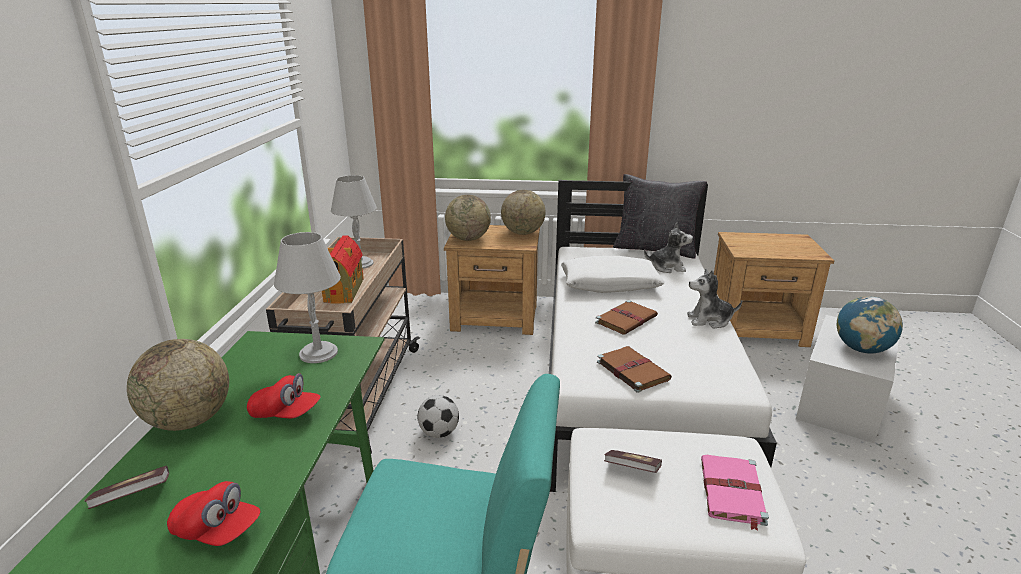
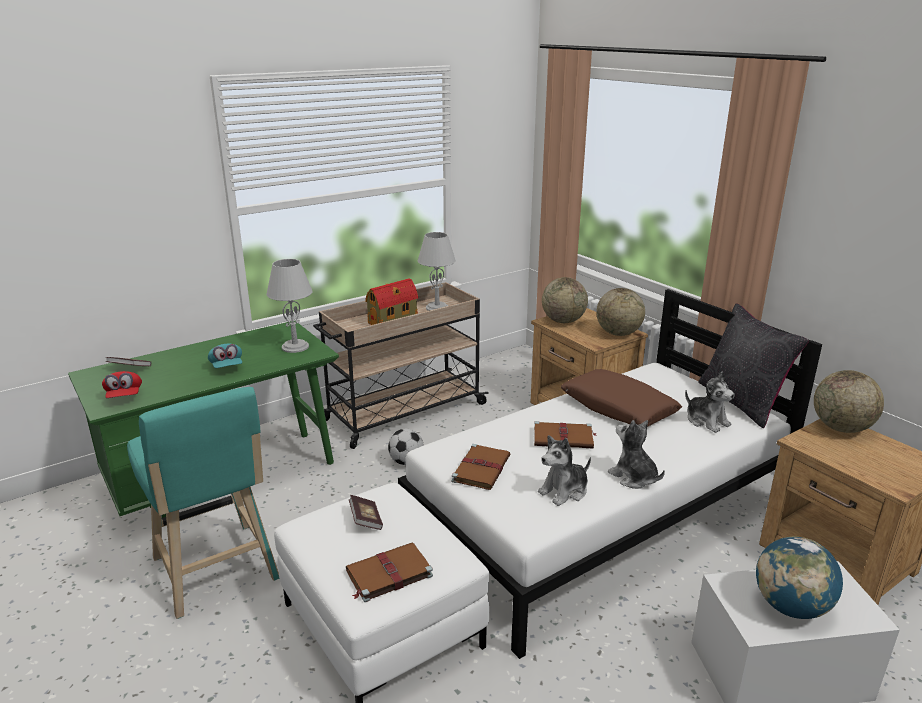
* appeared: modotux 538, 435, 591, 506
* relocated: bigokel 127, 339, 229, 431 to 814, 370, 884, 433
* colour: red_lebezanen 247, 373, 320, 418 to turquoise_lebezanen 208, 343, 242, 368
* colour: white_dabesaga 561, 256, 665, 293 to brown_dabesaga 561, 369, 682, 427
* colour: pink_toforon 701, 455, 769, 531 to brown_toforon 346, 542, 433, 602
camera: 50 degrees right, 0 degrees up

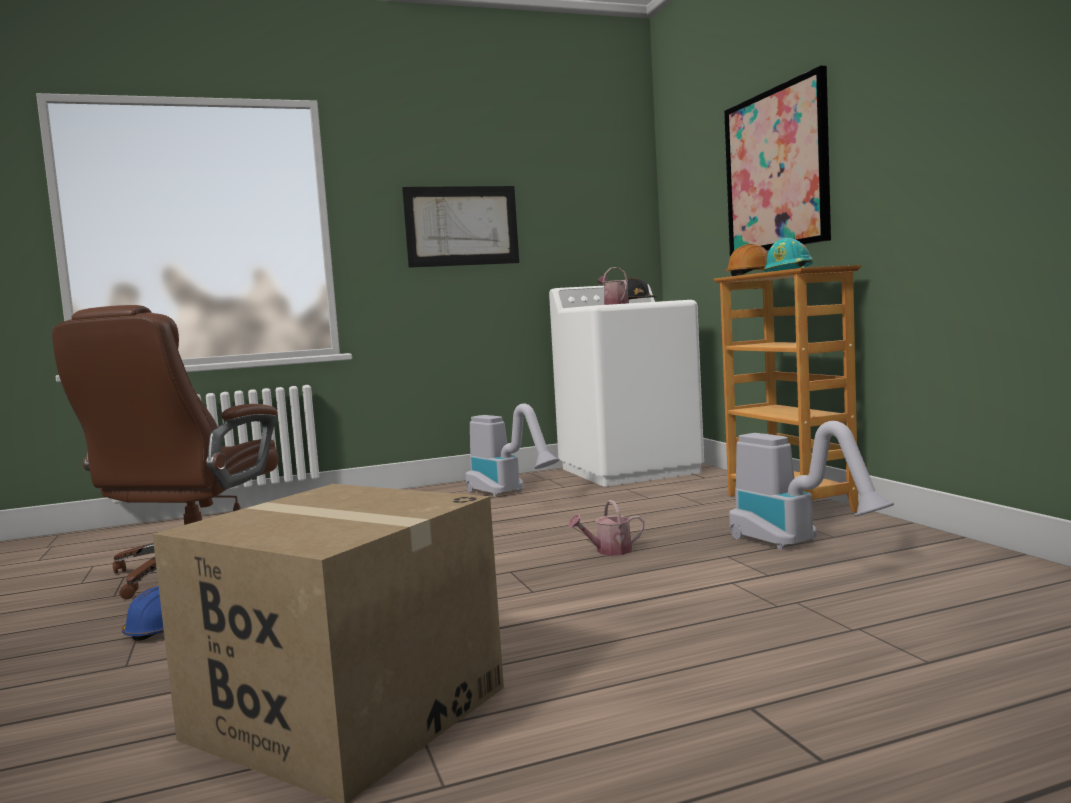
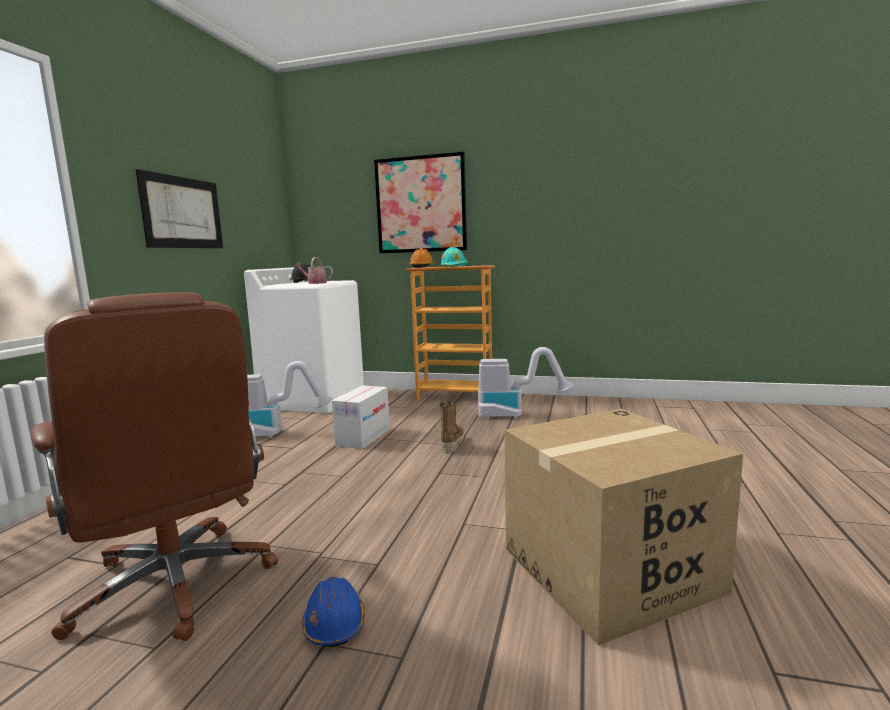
* appeared: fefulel 332, 386, 390, 449
* exchanged: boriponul 568, 500, 644, 556 to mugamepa 440, 402, 464, 454
camera: 55 degrees left, 5 degrees up

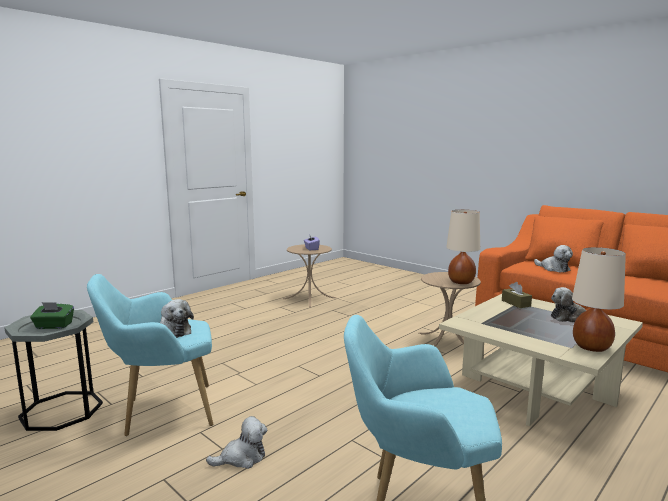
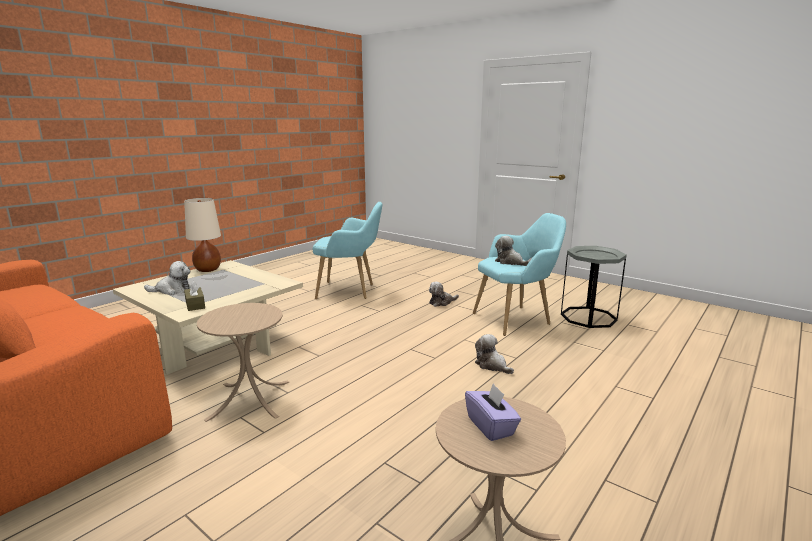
* missing: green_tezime 30, 302, 74, 329
* missing: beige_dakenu 446, 210, 480, 284
* relocated: modotux 534, 245, 573, 272 to 475, 334, 514, 374
camera: 175 degrees right, 5 degrees up

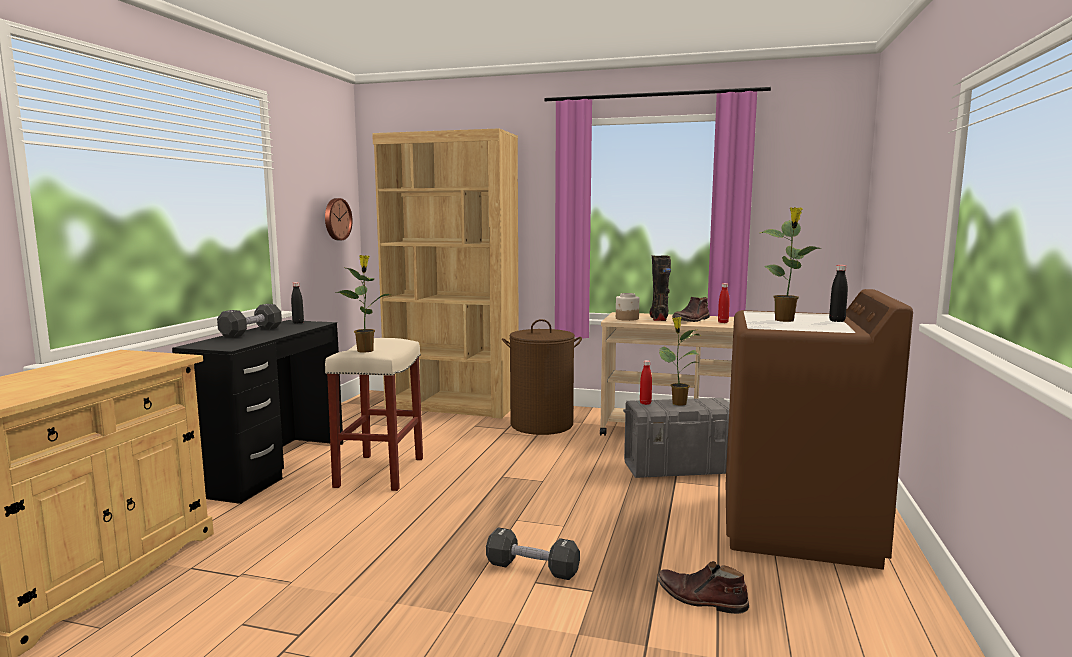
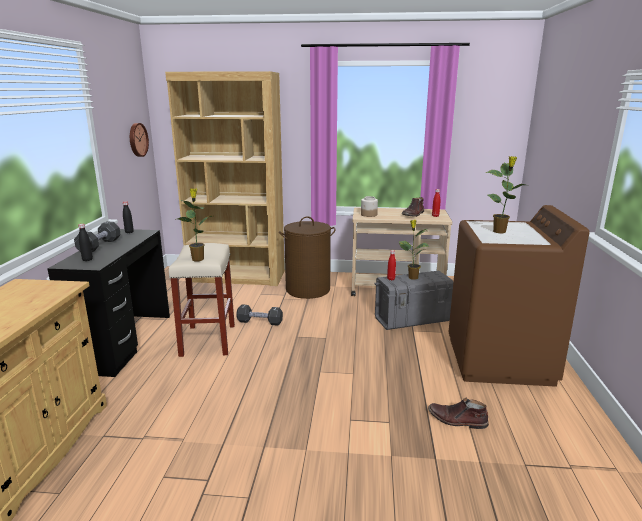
* missing: black_mugamepa 650, 255, 671, 321
* relocated: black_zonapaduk 486, 527, 580, 580 to 236, 304, 283, 326
* relocated: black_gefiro 829, 265, 848, 322 to 78, 224, 93, 261
camera: 10 degrees left, 10 degrees up

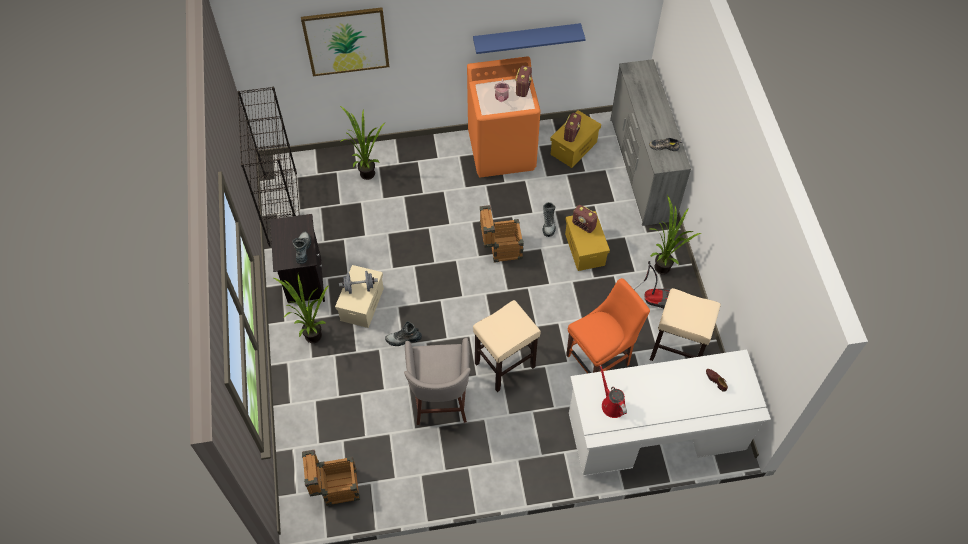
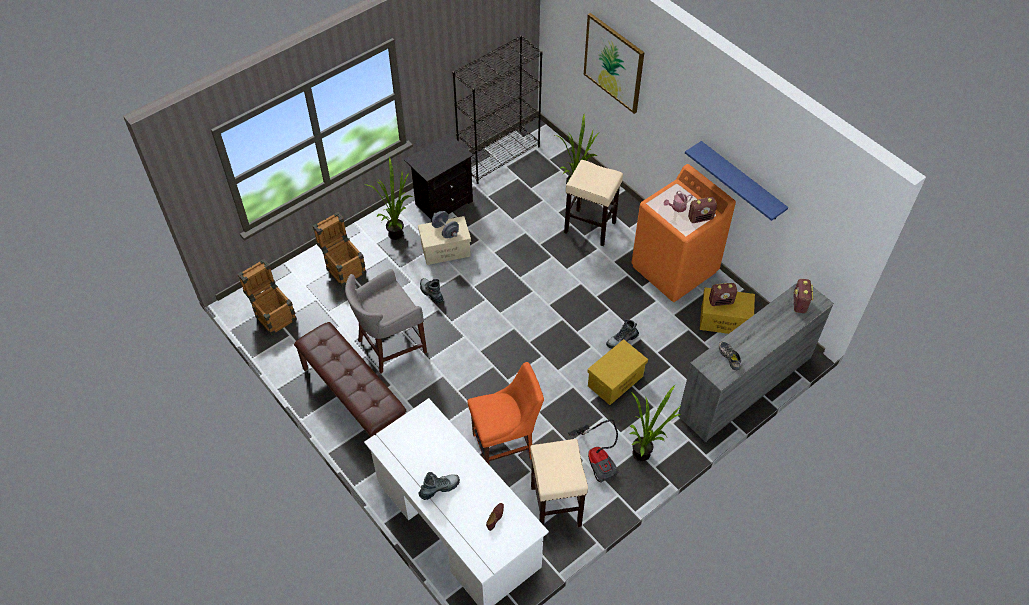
* missing: red_boriponul 599, 365, 627, 418
* appeared: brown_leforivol 294, 322, 406, 438
* relocated: mugamepa 292, 231, 311, 264 to 418, 472, 460, 500
* relocated: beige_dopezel 473, 300, 541, 392 to 564, 160, 623, 246
* relocated: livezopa 480, 205, 524, 263 to 313, 212, 366, 287
* relocated: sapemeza 572, 205, 598, 233 to 793, 279, 813, 313
* spun: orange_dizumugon 566, 278, 650, 374 = 467, 362, 544, 464 45 degrees counterclockwise
camera: 60 degrees right, 5 degrees down

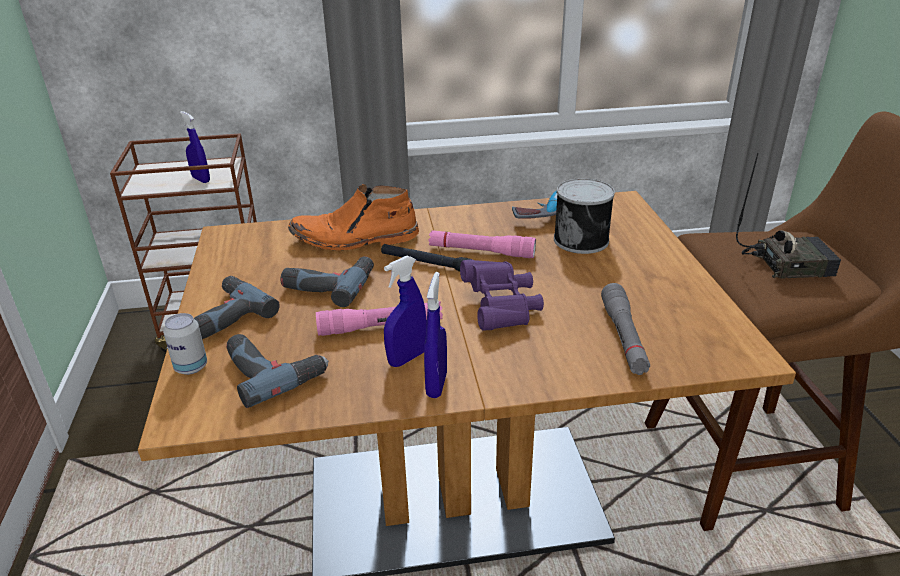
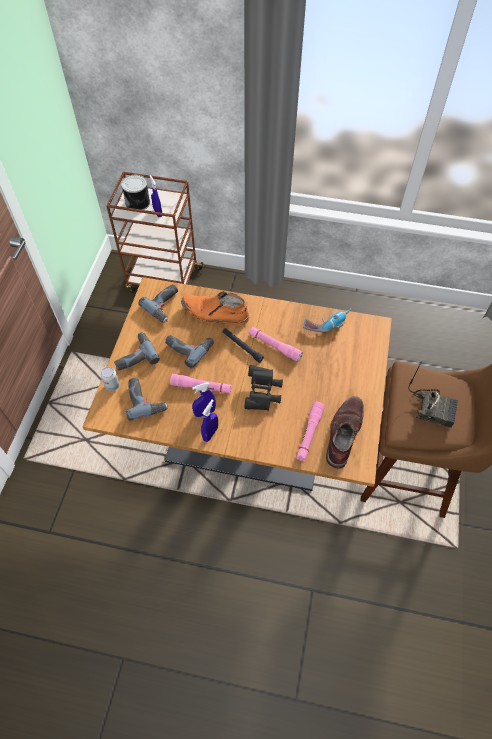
* appeared: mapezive 138, 284, 178, 323
* appeared: brown_mugamepa 326, 396, 364, 469
* relocated: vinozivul 554, 178, 615, 254 to 121, 175, 150, 212
* colour: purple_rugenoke 460, 259, 544, 330 to black_rugenoke 244, 365, 283, 411
* colour: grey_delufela 601, 283, 650, 375 to pink_delufela 296, 402, 325, 461
camera: 20 degrees right, 25 degrees up

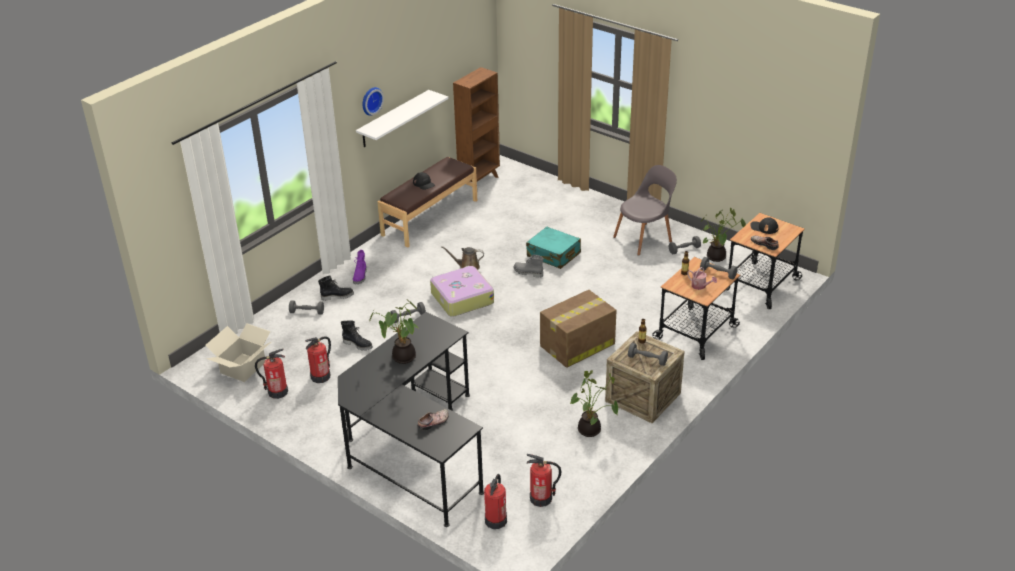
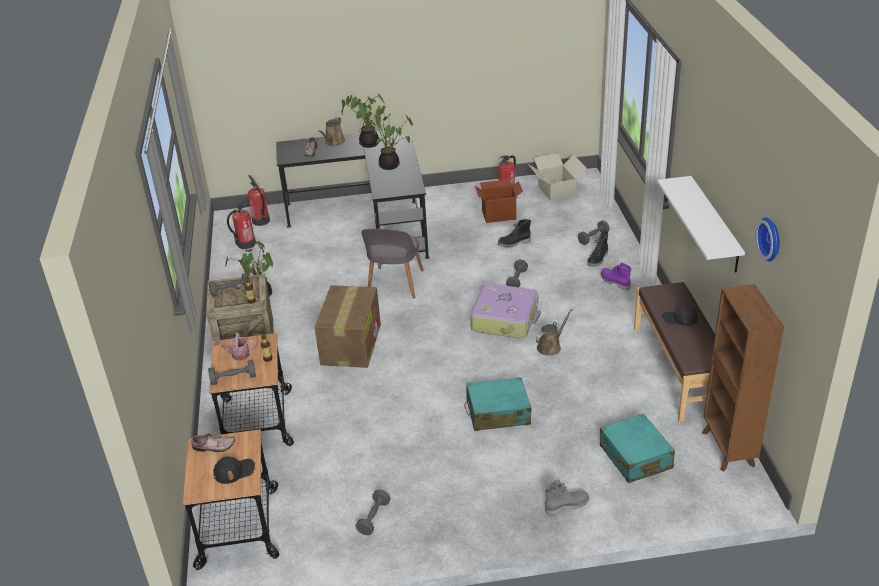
* appeared: brown_boriponul 318, 117, 345, 146
* appeared: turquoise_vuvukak 600, 414, 675, 483
* relocated: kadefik 363, 87, 384, 116 to 755, 217, 780, 262
* relocated: grey_mugamepa 513, 255, 544, 278 to 545, 479, 589, 515
* relocated: grey_dizumugon 613, 165, 677, 256 to 361, 229, 424, 299
* relocated: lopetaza 701, 208, 746, 262 to 341, 93, 385, 148
* exchanged: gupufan 305, 336, 331, 383 to fefulel 475, 179, 523, 223
camera: 135 degrees right, 0 degrees up

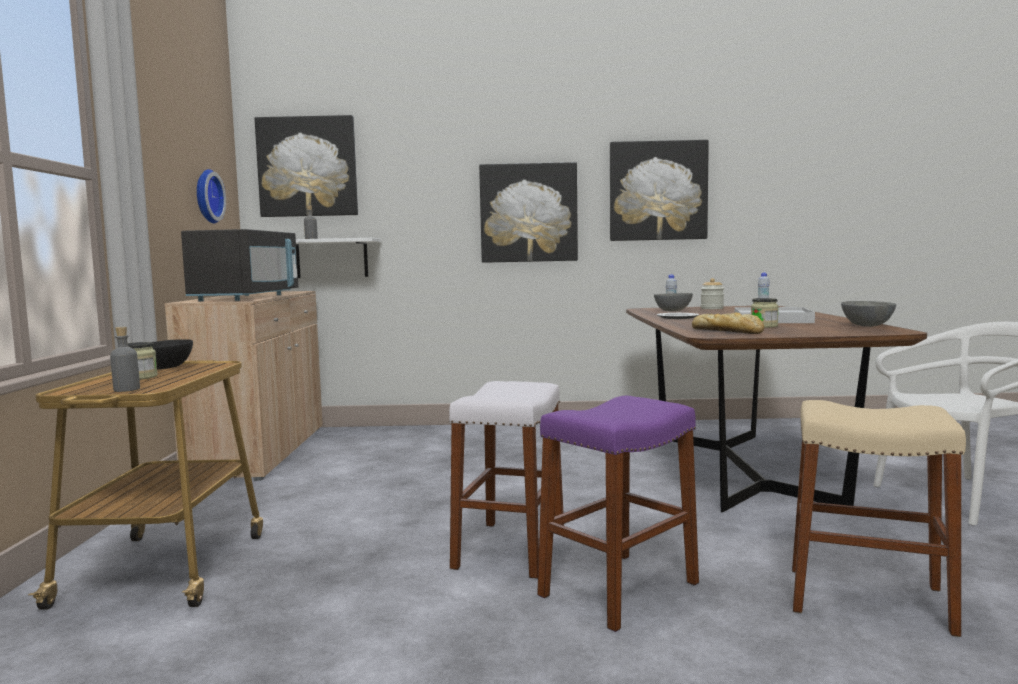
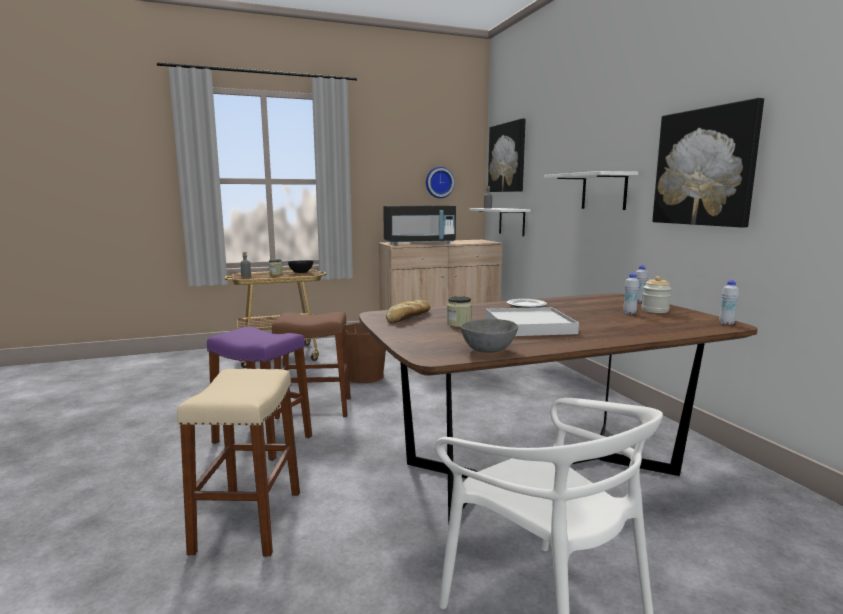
* missing: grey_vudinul 654, 293, 693, 311
* appeared: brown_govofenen 345, 323, 386, 383
* appeared: white_gefiro 623, 273, 639, 314
* exchanged: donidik 479, 162, 578, 263 to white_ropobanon 544, 171, 638, 210
* colour: white_dopezel 449, 381, 564, 579 to brown_dopezel 272, 312, 351, 419
camera: 70 degrees right, 5 degrees up

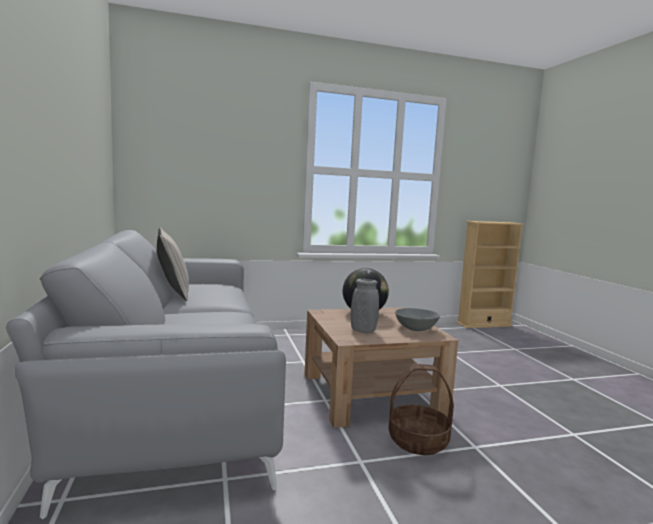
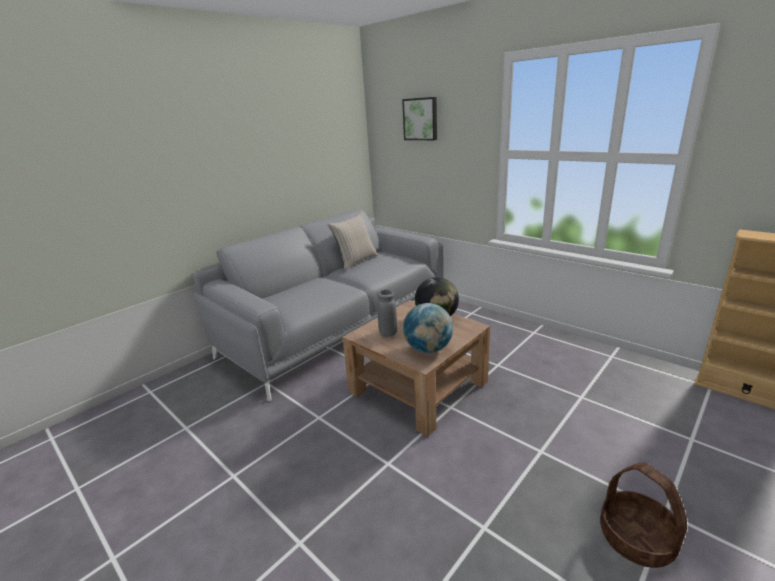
* appeared: donidik 402, 97, 437, 140
* relocated: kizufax 389, 364, 454, 455 to 600, 462, 687, 568
* exchanged: grey_vudinul 395, 308, 440, 331 to bigokel 403, 303, 453, 353
camera: 60 degrees right, 15 degrees up

